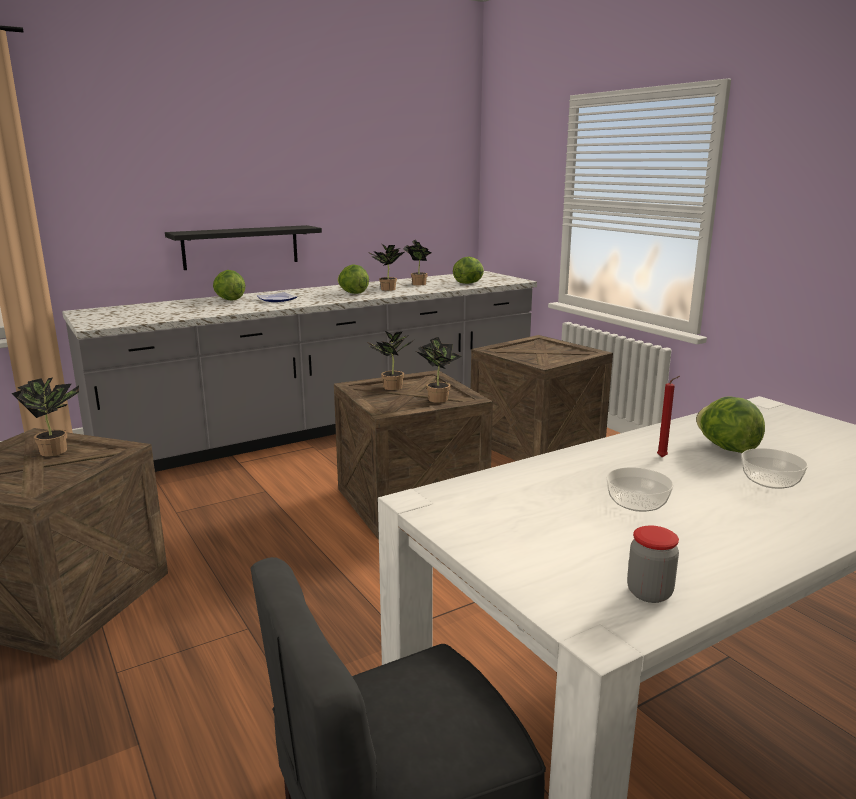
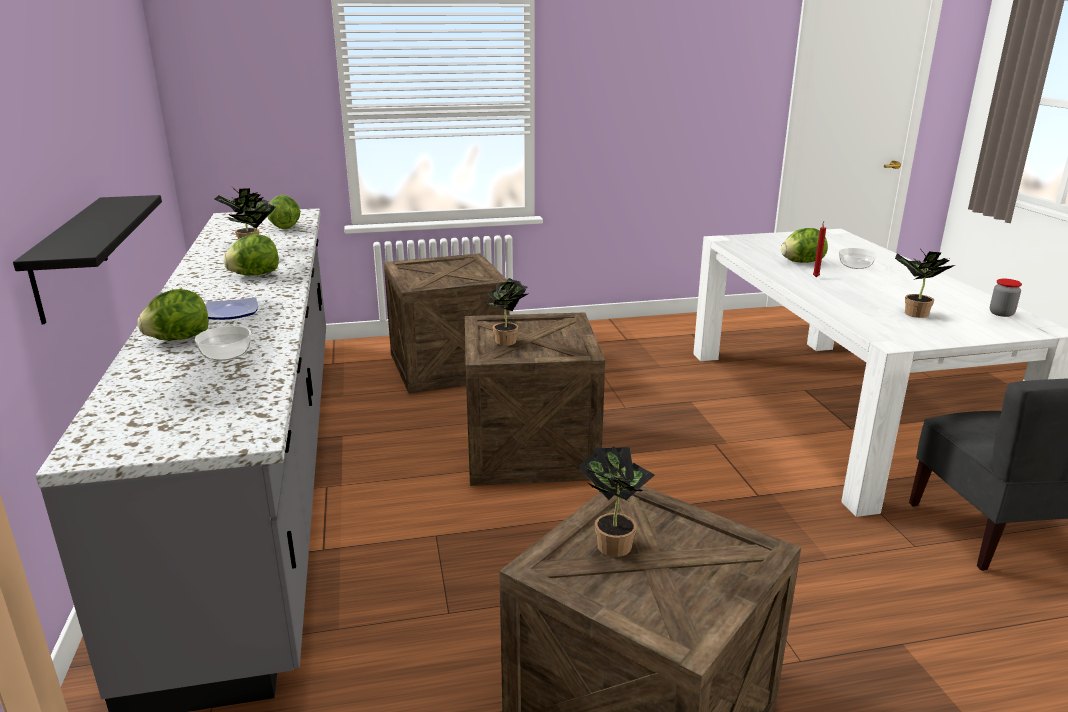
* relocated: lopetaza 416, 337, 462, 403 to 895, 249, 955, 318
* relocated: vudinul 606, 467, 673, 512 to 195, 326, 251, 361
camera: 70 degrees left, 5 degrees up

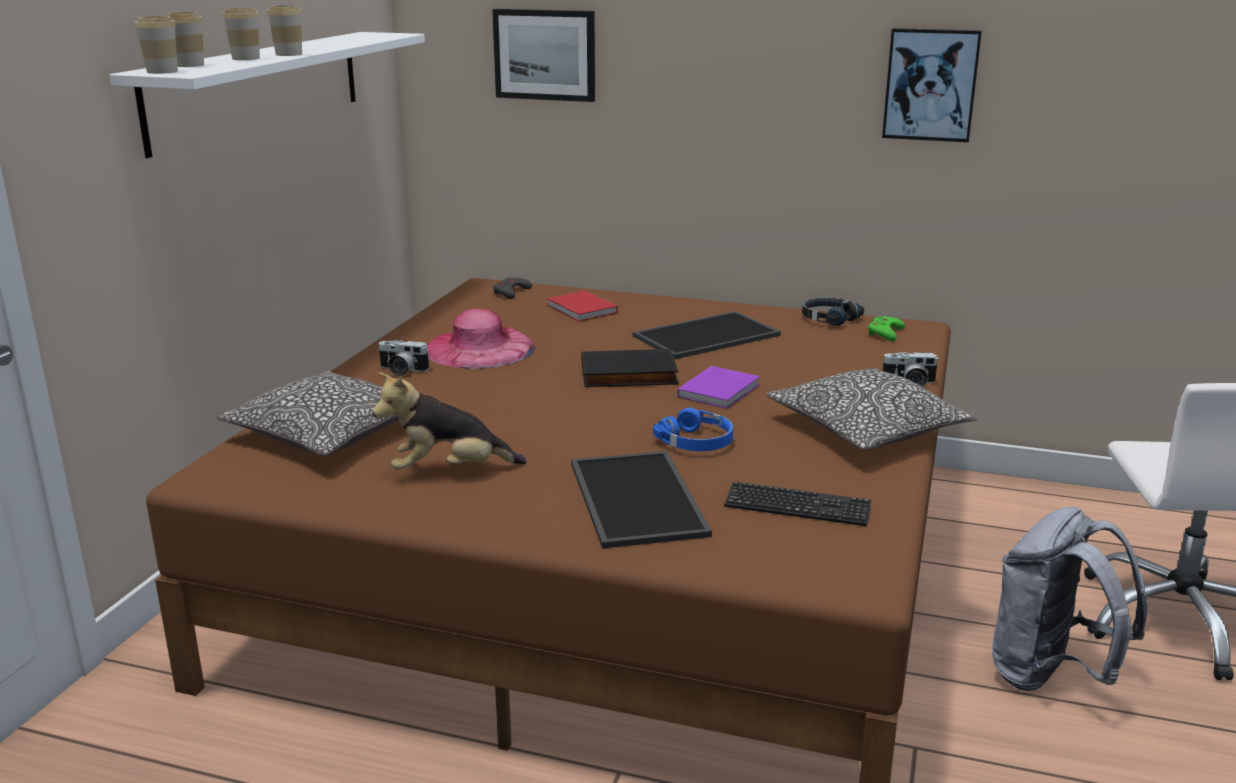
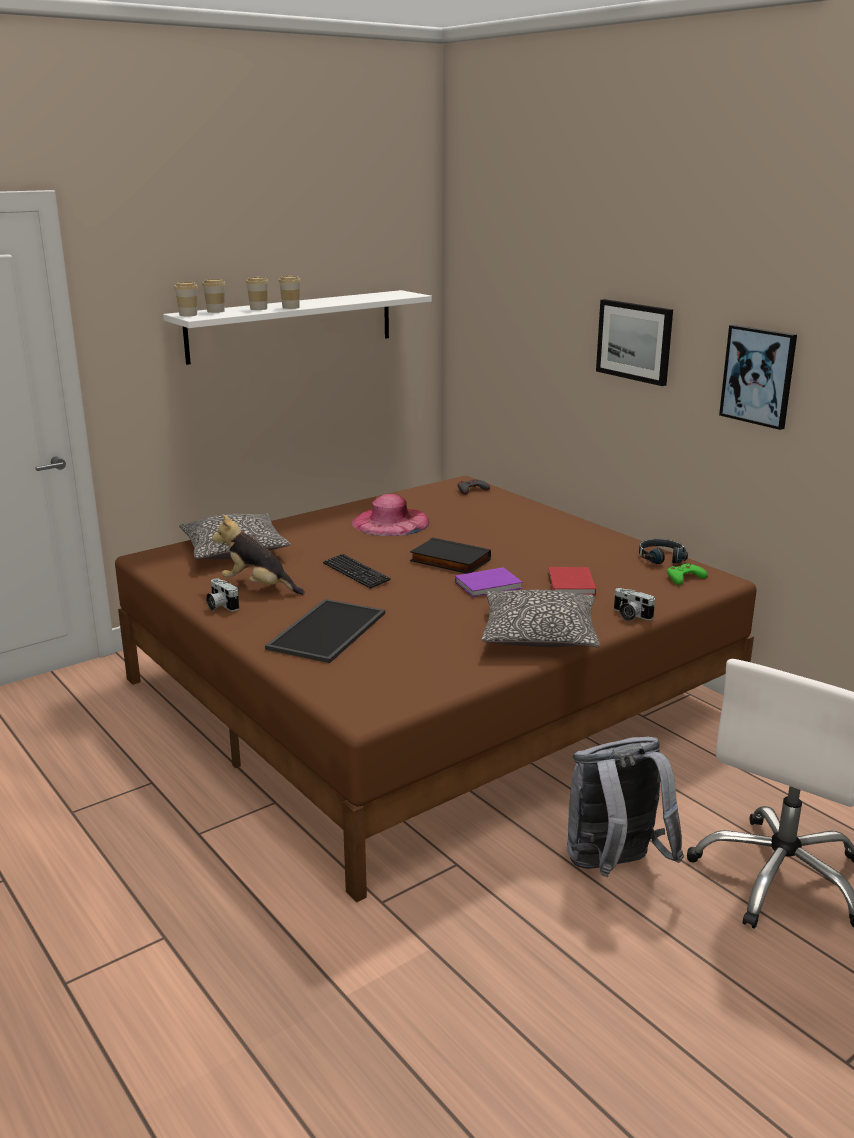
* missing: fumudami 633, 311, 781, 359
* missing: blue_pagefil 653, 408, 733, 451
* relocated: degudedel 378, 340, 429, 377 to 206, 578, 239, 611
* relocated: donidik 492, 9, 595, 102 to 596, 299, 673, 386
* relocated: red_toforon 547, 291, 618, 322 to 548, 567, 596, 595
* relocated: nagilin 724, 482, 871, 526 to 323, 554, 391, 589
camera: 35 degrees right, 0 degrees up

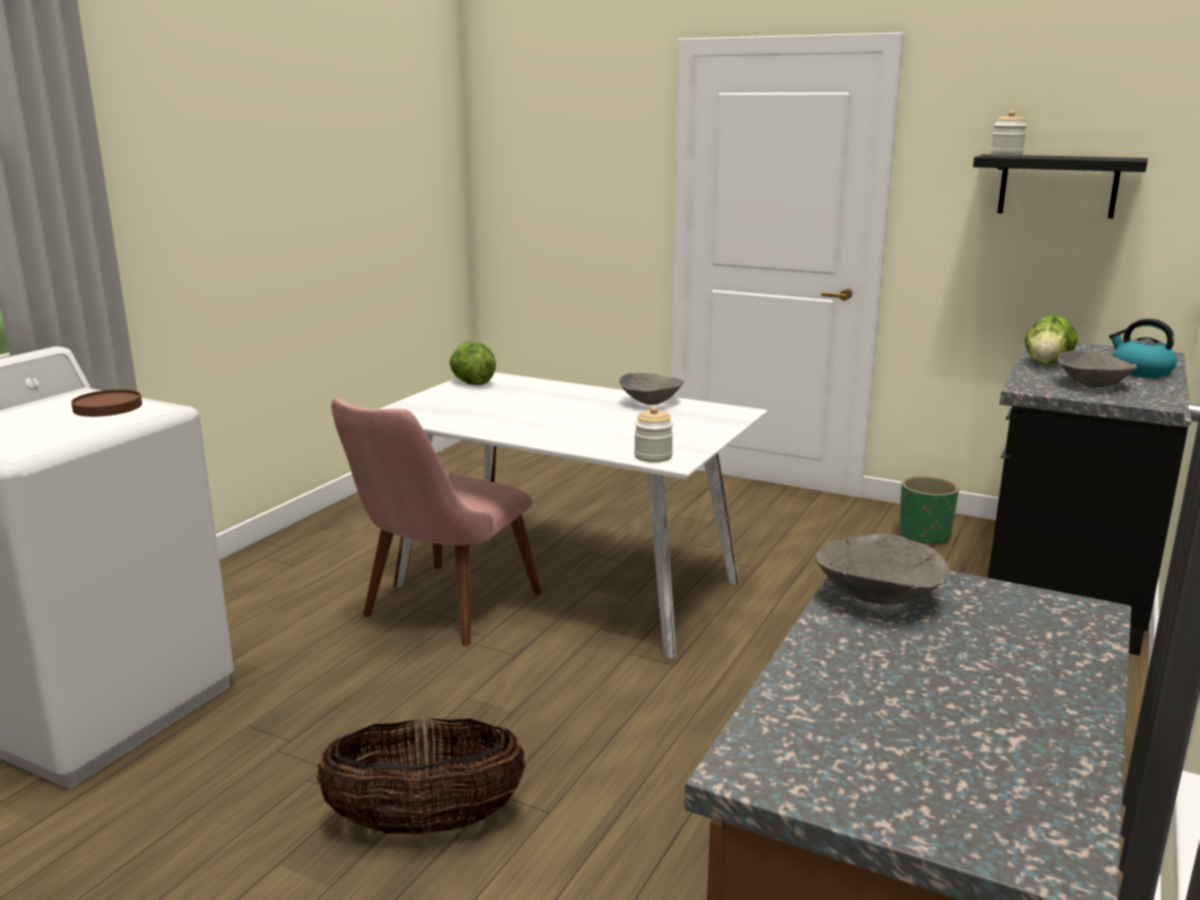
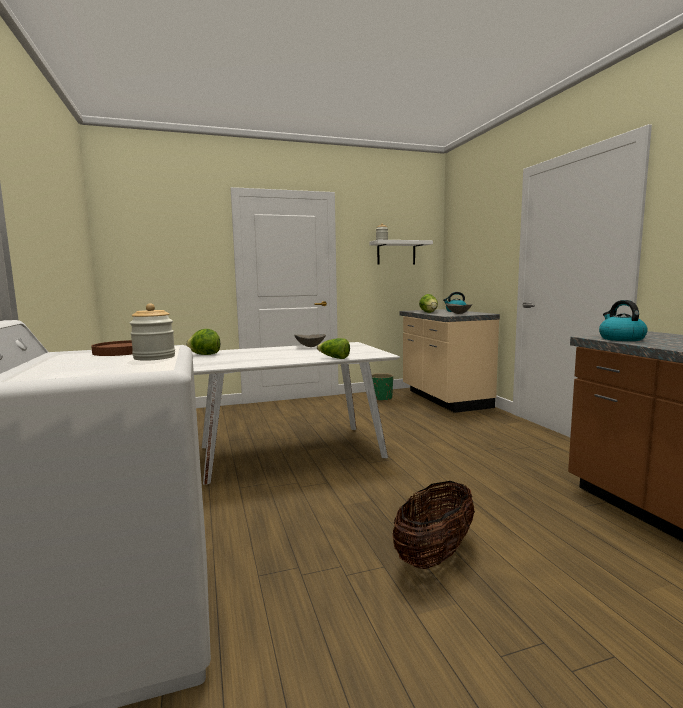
* missing: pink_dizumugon 331, 398, 542, 646
* appeared: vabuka 317, 338, 350, 359
* relocated: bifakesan 634, 406, 673, 463 to 130, 304, 175, 361
* exchanged: grey_vudinul 815, 533, 949, 605 to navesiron 599, 300, 648, 341
* colour: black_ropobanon 973, 154, 1148, 218 to white_ropobanon 370, 240, 433, 265
* colour: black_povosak 988, 343, 1190, 656 to beige_povosak 400, 309, 500, 413
camera: 45 degrees left, 10 degrees down

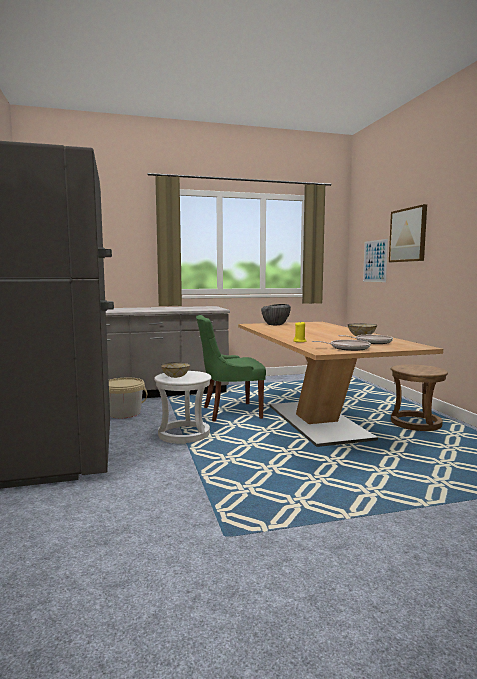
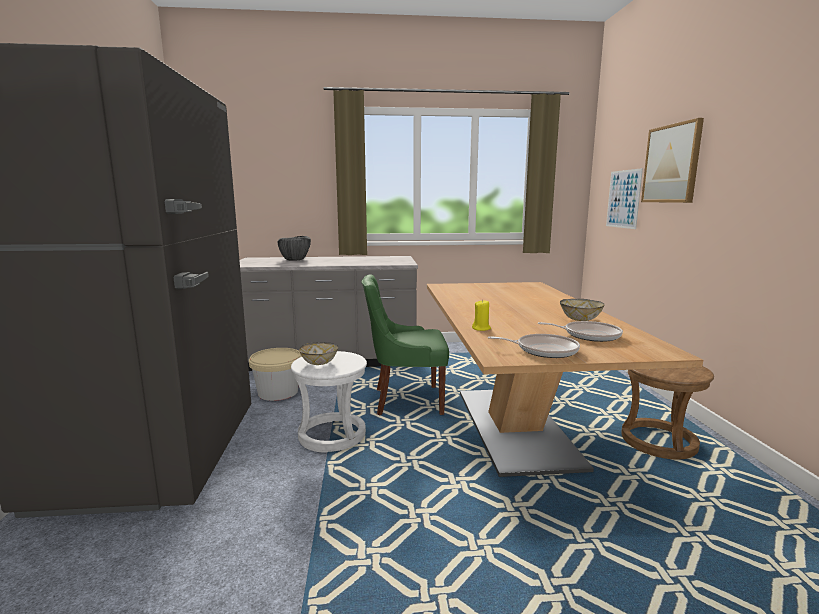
* relocated: vudinul 261, 304, 291, 325 to 278, 236, 311, 261
camera: 10 degrees right, 5 degrees up

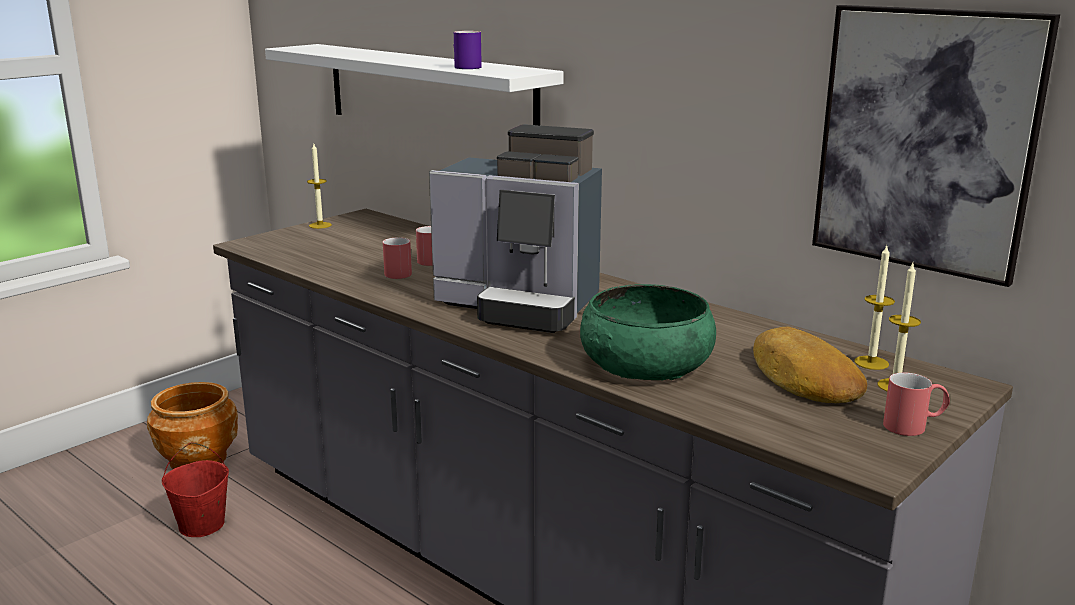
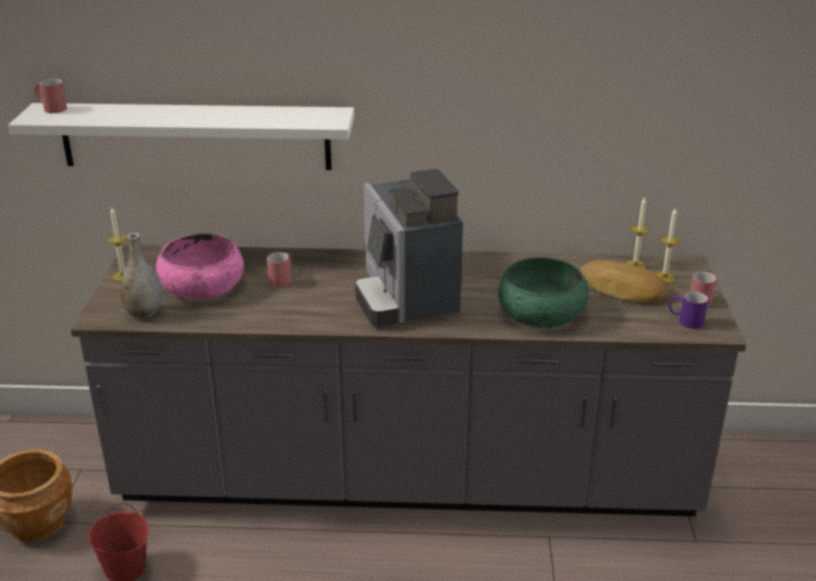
* missing: donidik 812, 5, 1060, 287
* appeared: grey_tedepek 120, 233, 162, 319
* appeared: pink_vudinul 156, 233, 244, 301
* relocated: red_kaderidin 383, 237, 412, 279 to 34, 79, 67, 113
* relocated: purple_kaderidin 454, 31, 482, 69 to 669, 291, 708, 329
* spun: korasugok 429, 124, 602, 333 = 355, 169, 463, 327 90 degrees clockwise
camera: 40 degrees left, 10 degrees up

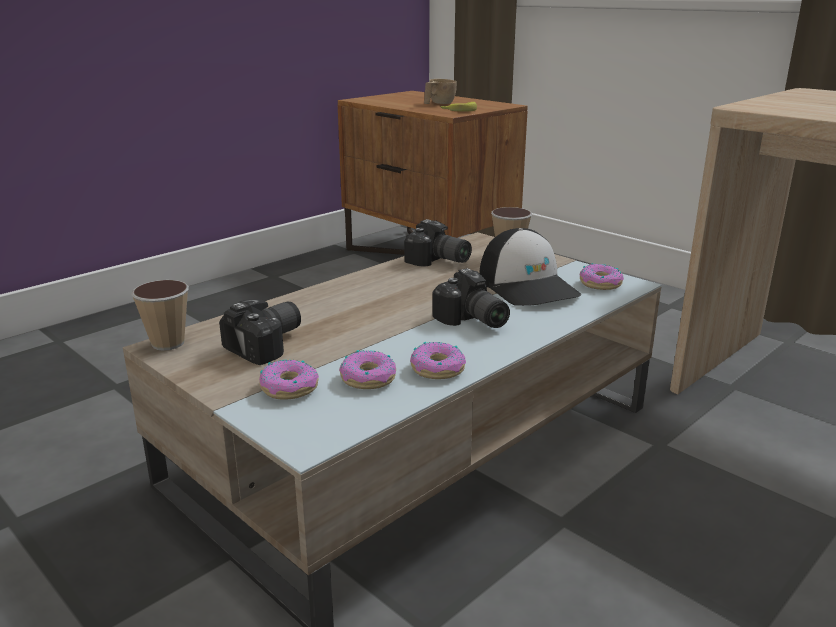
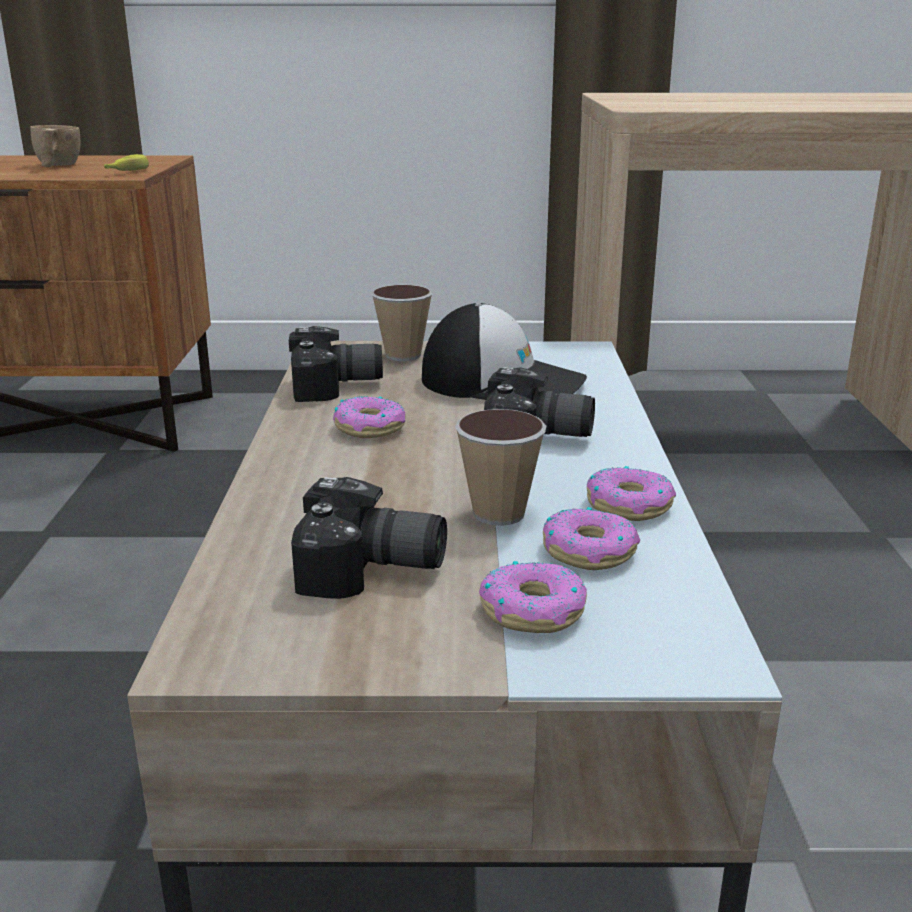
* relocated: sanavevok 131, 280, 189, 351 to 455, 409, 546, 526
* relocated: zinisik 579, 263, 624, 290 to 333, 396, 406, 438
* spun: degudedel 219, 299, 301, 365 = 291, 477, 447, 599 105 degrees clockwise
camera: 45 degrees left, 0 degrees up

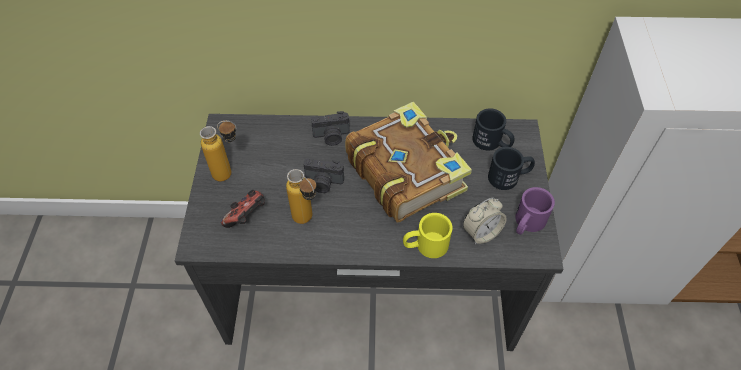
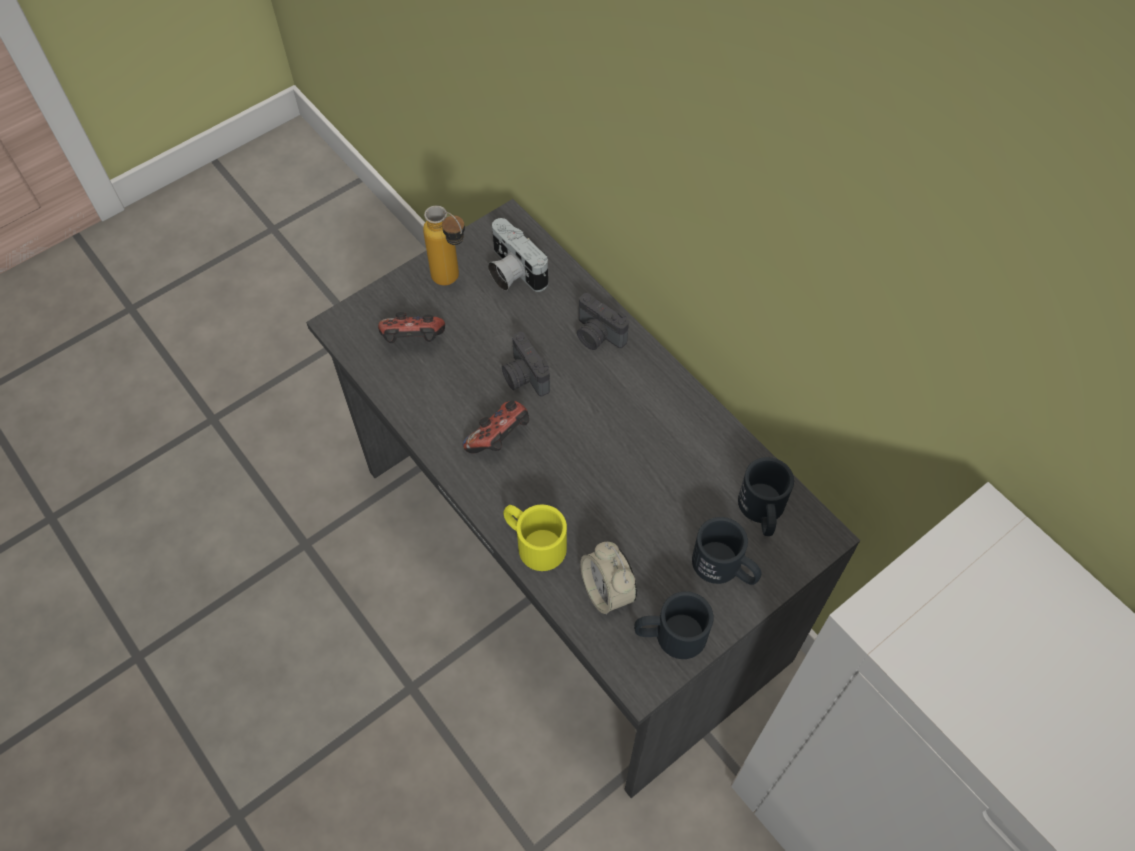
* missing: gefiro 286, 169, 317, 224
* missing: toforon 345, 102, 472, 222
* appeared: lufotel 463, 401, 529, 454
* appeared: degudedel 488, 218, 548, 292
* colour: purple_kaderidin 515, 187, 555, 235 to black_kaderidin 634, 591, 713, 659
* spun: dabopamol 463, 198, 507, 244 = 580, 542, 637, 615 45 degrees clockwise
camera: 50 degrees right, 5 degrees up

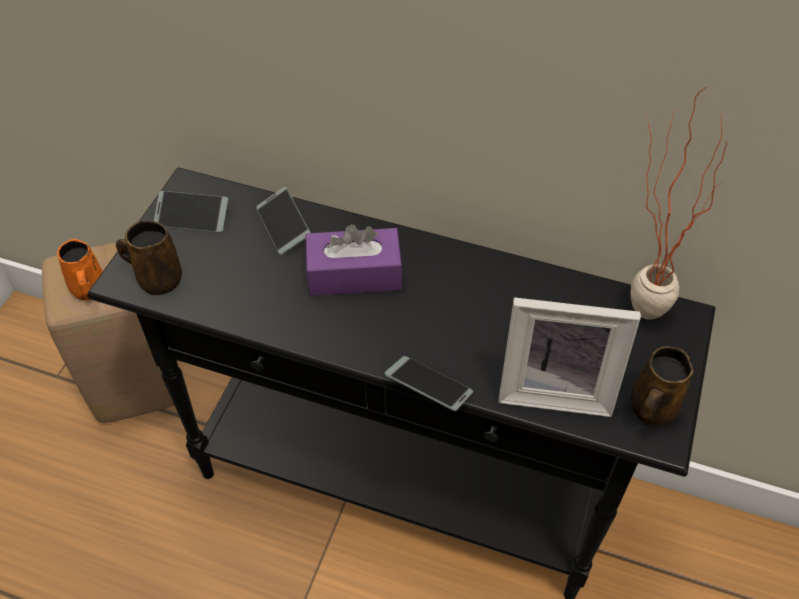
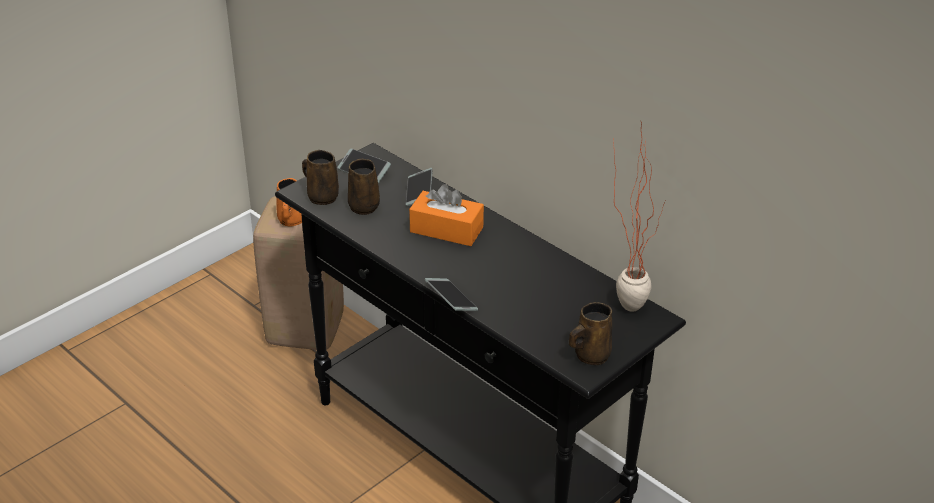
* missing: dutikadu 498, 297, 641, 417
* appeared: brown_kaderidin 348, 159, 380, 215
* colour: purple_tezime 306, 224, 402, 296 to orange_tezime 409, 184, 484, 246
camera: 25 degrees right, 15 degrees down

